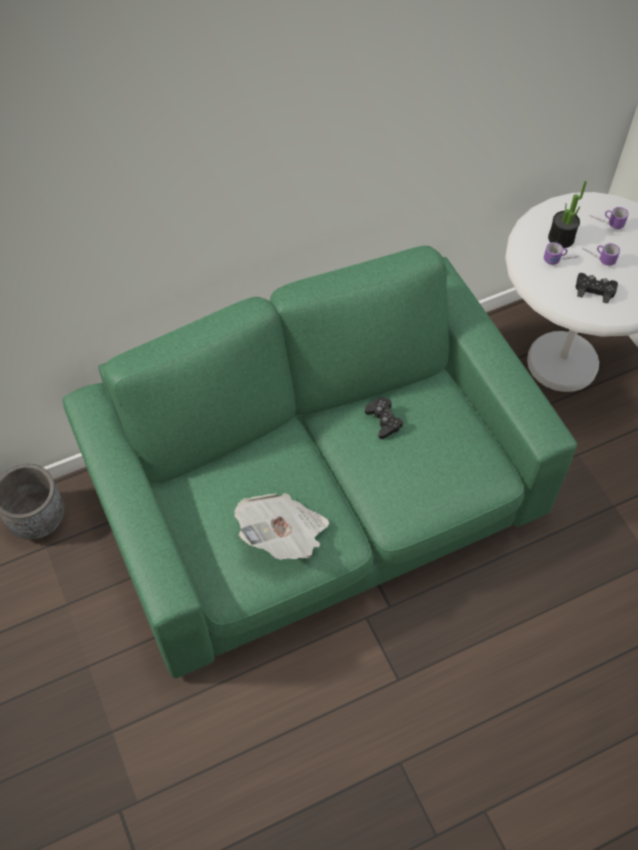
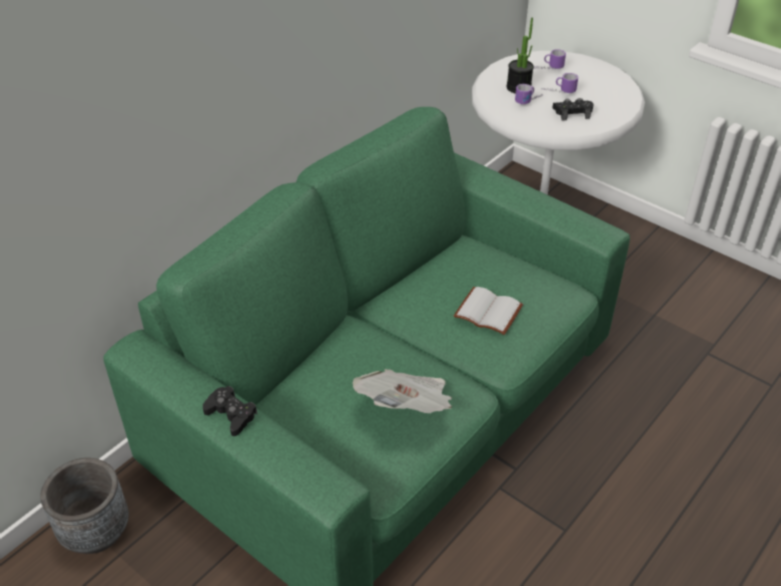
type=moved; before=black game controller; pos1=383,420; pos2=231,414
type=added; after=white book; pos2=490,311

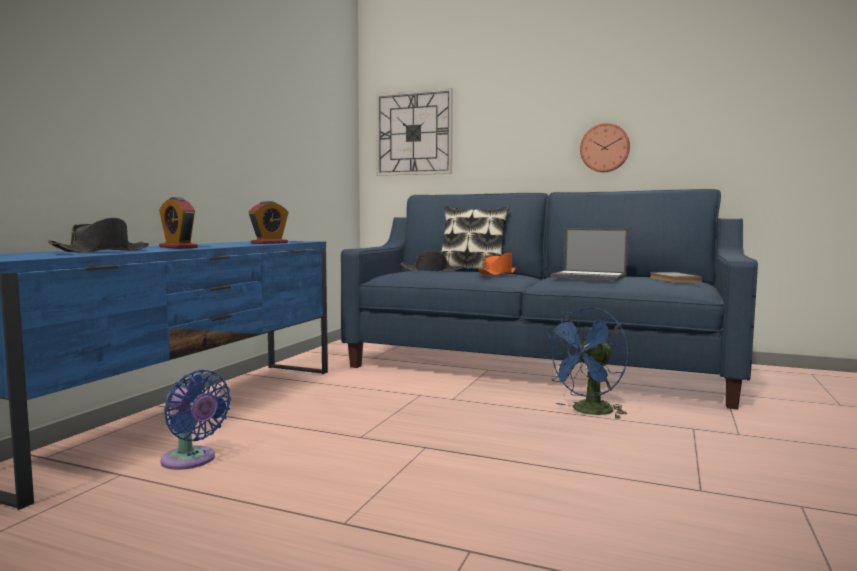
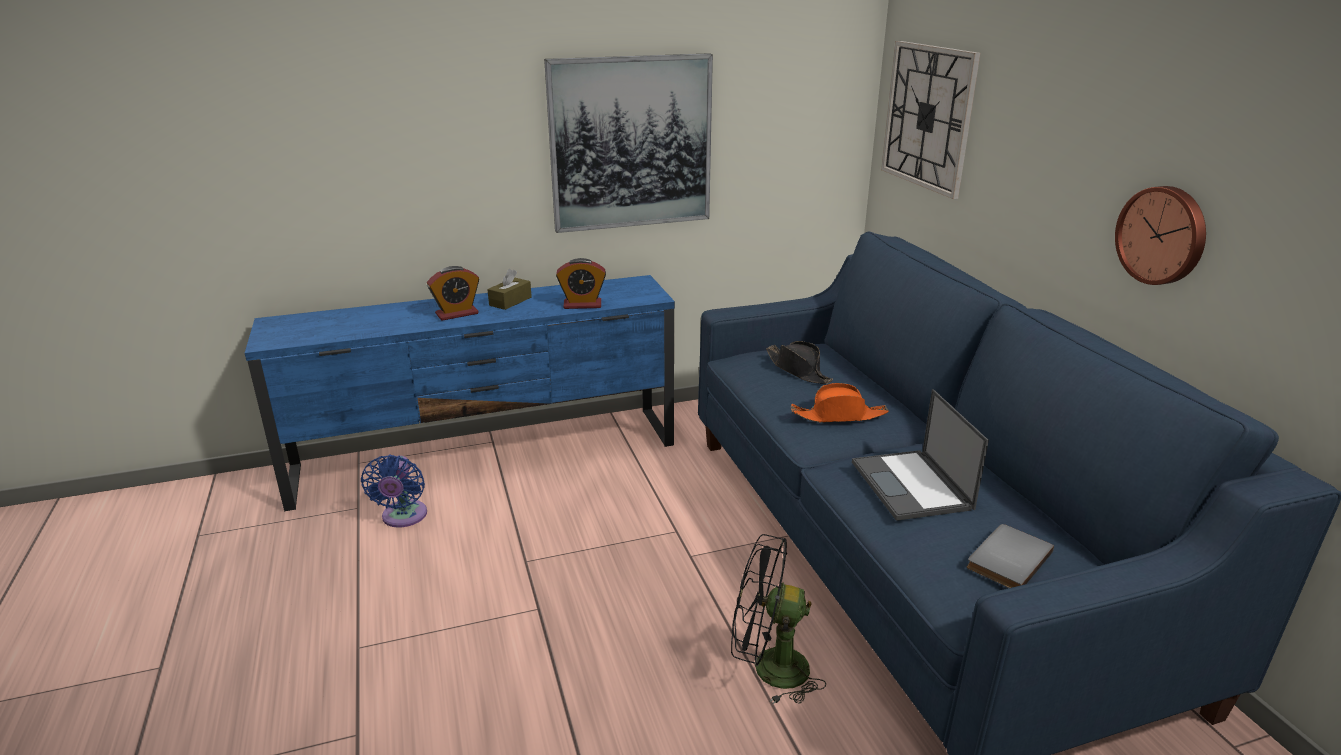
type=removed; before=black hat; pos1=102,251
type=turned; before=alarm clock; pos1=178,247; pos2=457,314; turn=-120
type=removed; before=pillow; pos1=472,271
type=recoloured; before=blue fan; after=black fan; pos1=588,412; pos2=768,669
type=added; after=brown tissue box; pos2=510,301
type=added; after=picture; pos2=631,143

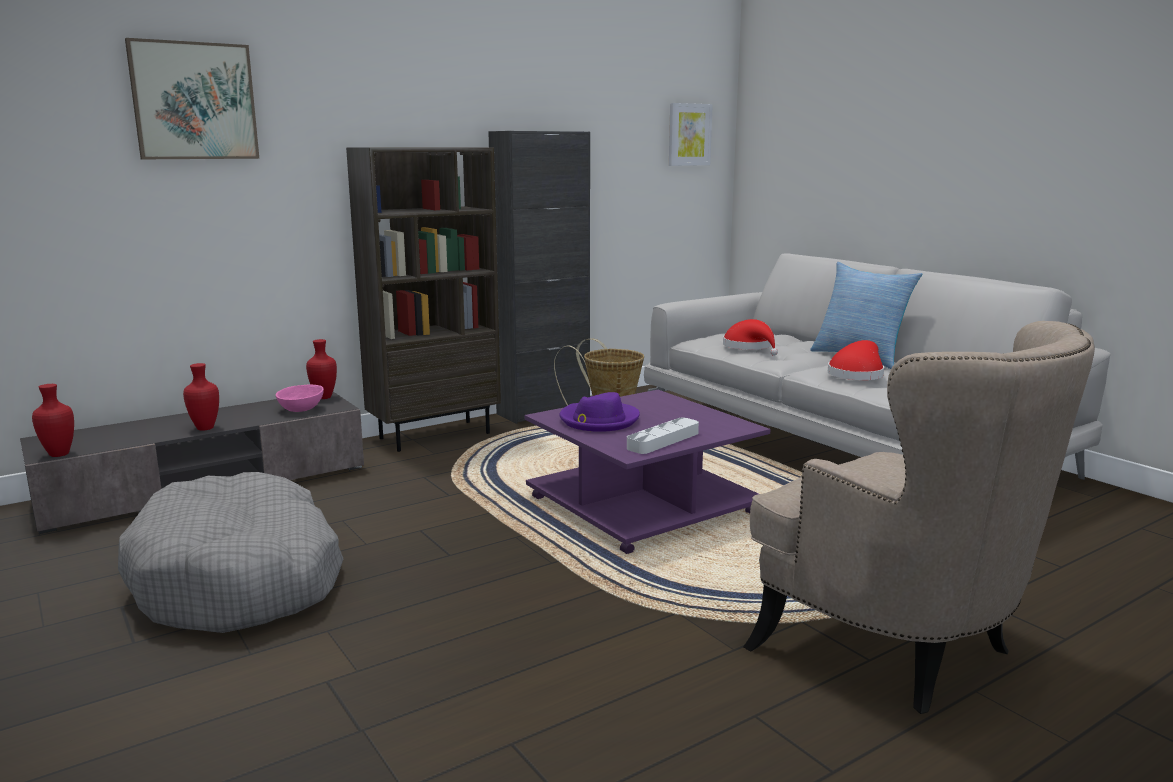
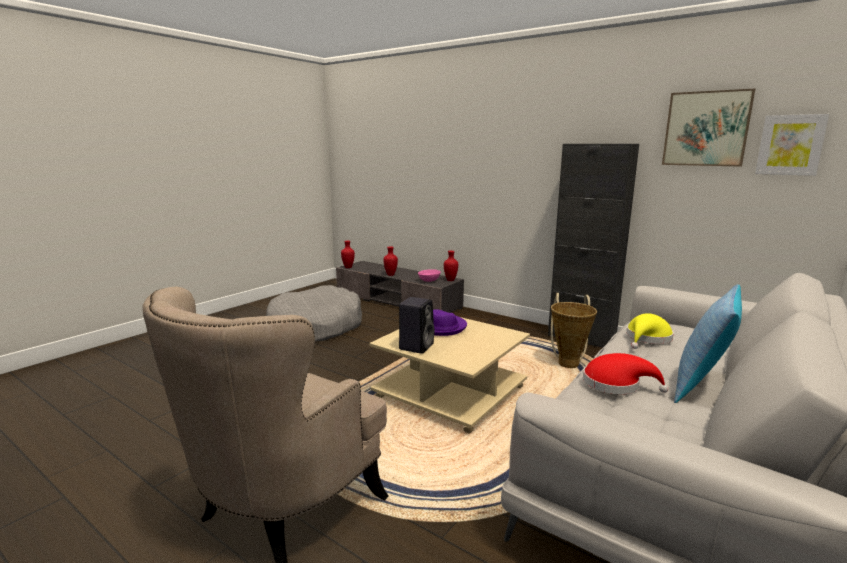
type=moved; before=picture; pos1=194,101; pos2=706,129
type=removed; before=brown bookcase; pos1=435,435
type=recoloured; before=purple coffee table; after=beige coffee table; pos1=645,506; pos2=451,393
type=replaced; before=grey tray; after=black speaker; pos1=663,440; pos2=416,346
type=recoloured; before=red hat; after=yellow hat; pos1=749,347; pos2=647,338

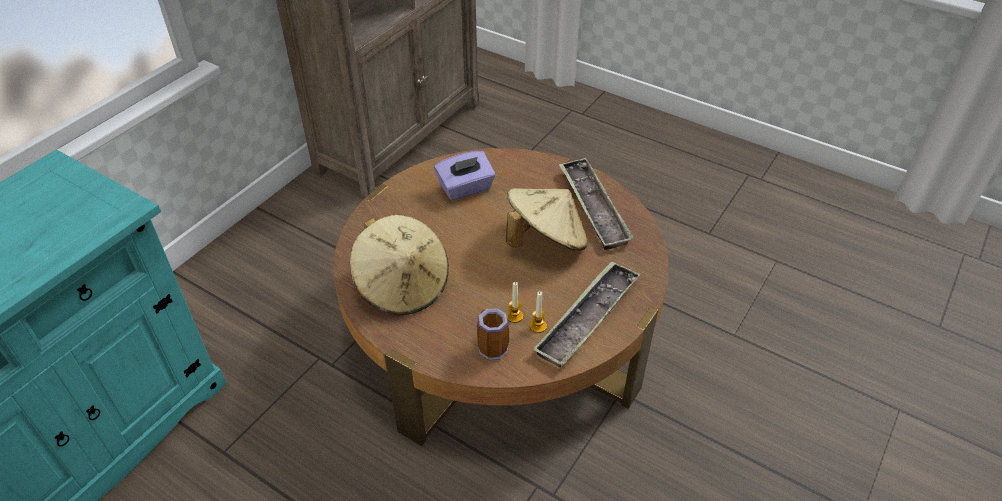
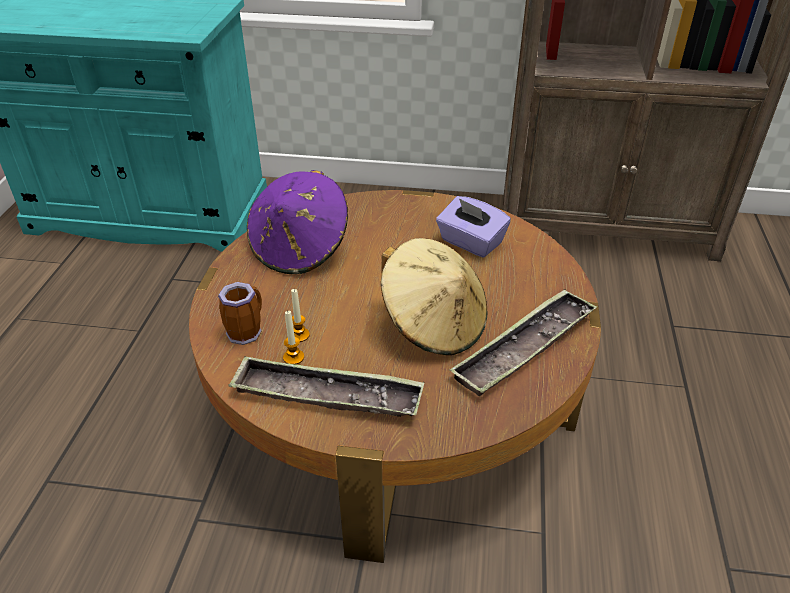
type=recoloured; before=beige hat; after=purple hat; pos1=402,286; pos2=300,249

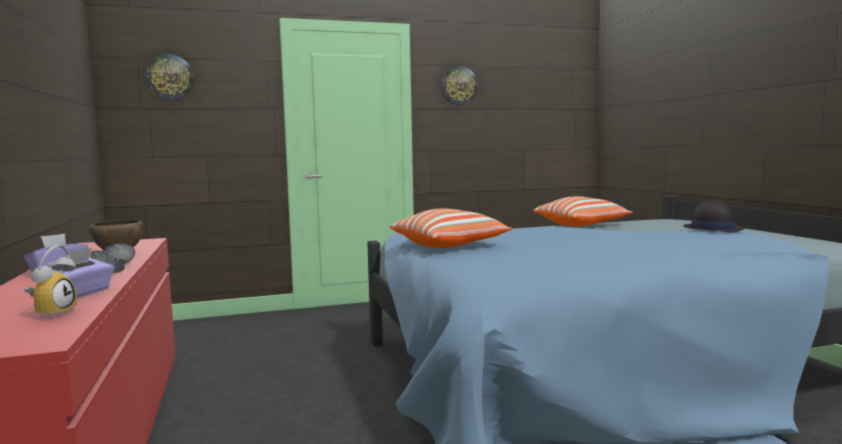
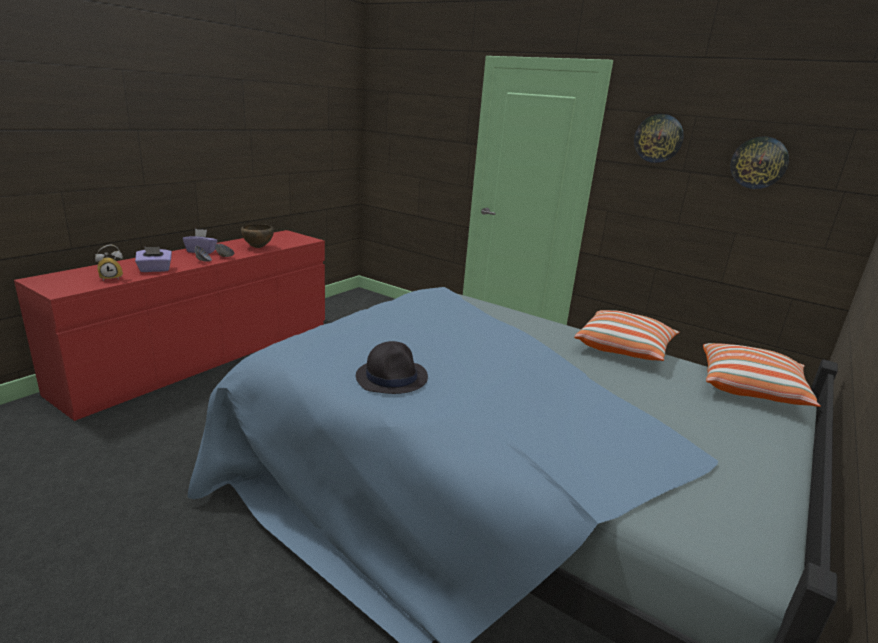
type=moved; before=wall clock; pos1=170,76; pos2=759,162
type=moved; before=pillow; pos1=450,245; pos2=750,389
type=moved; before=black hat; pos1=712,228; pos2=392,377

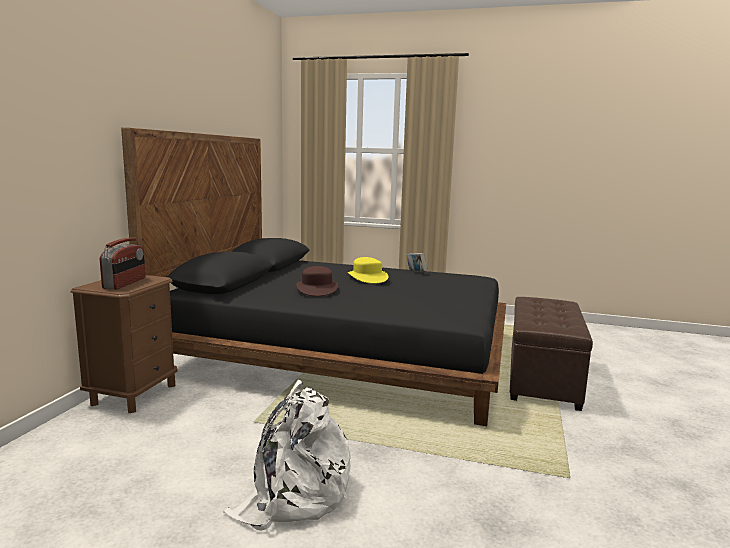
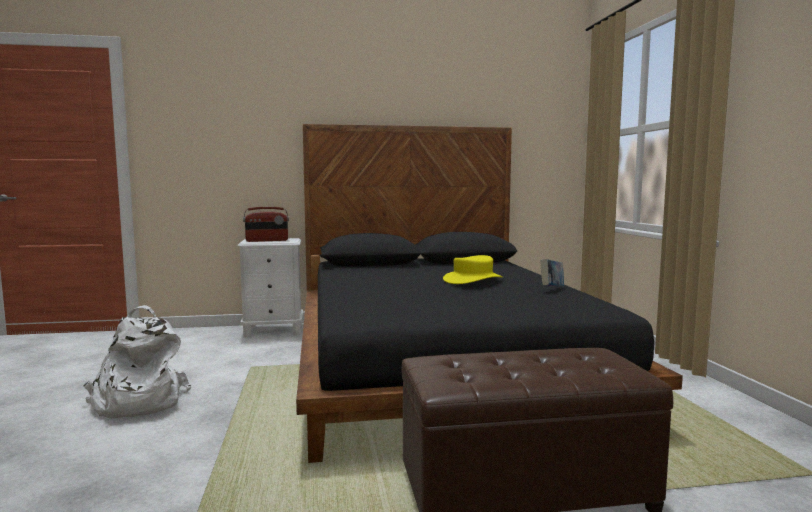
type=recoloured; before=brown nightstand; after=white nightstand; pos1=134,394; pos2=273,330
type=removed; before=brown hat; pos1=317,289

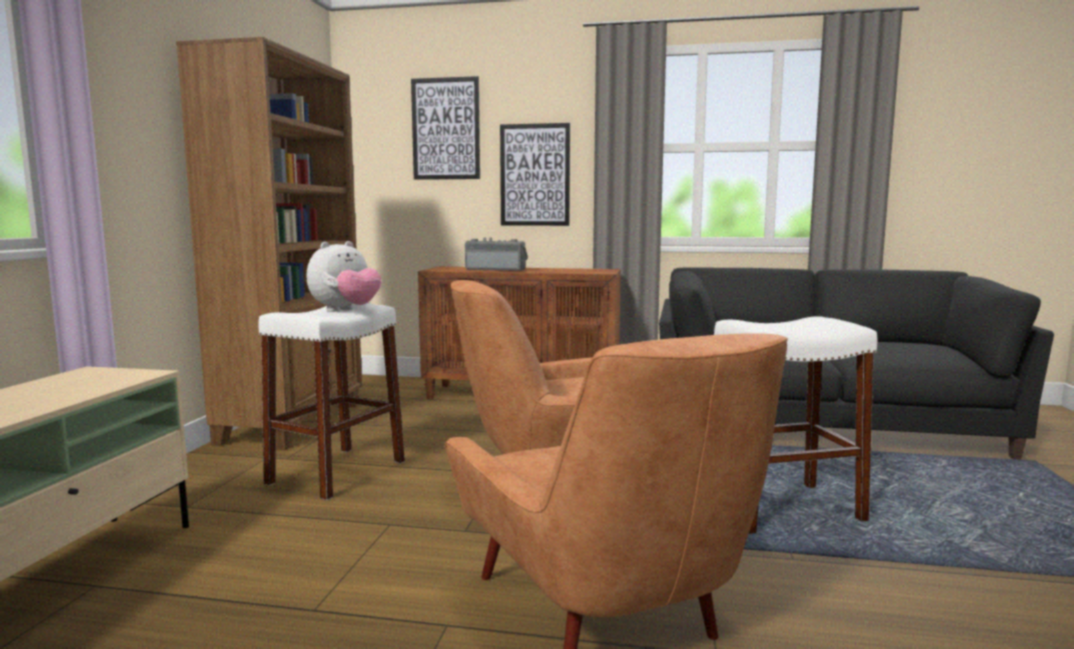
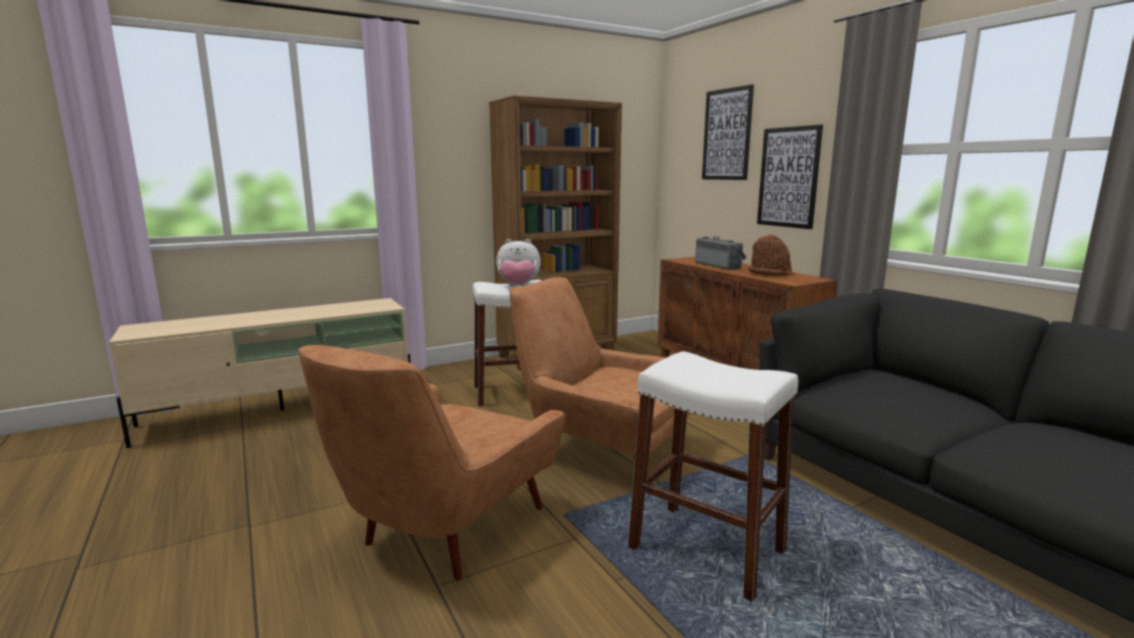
type=added; after=brown hat; pos2=770,273

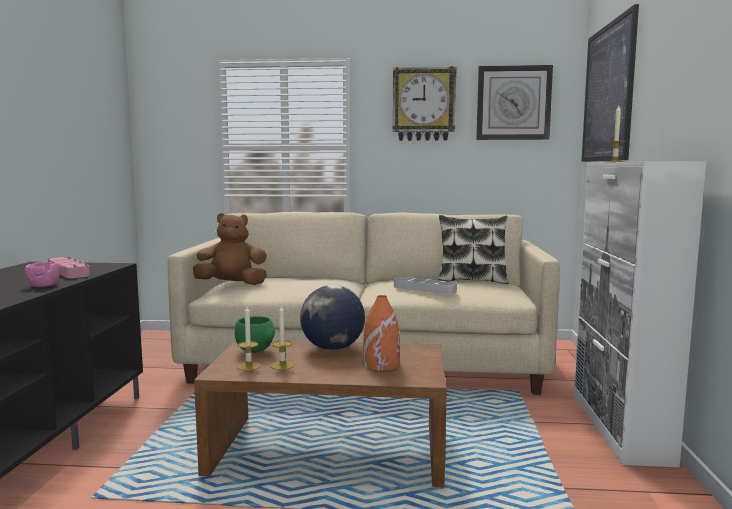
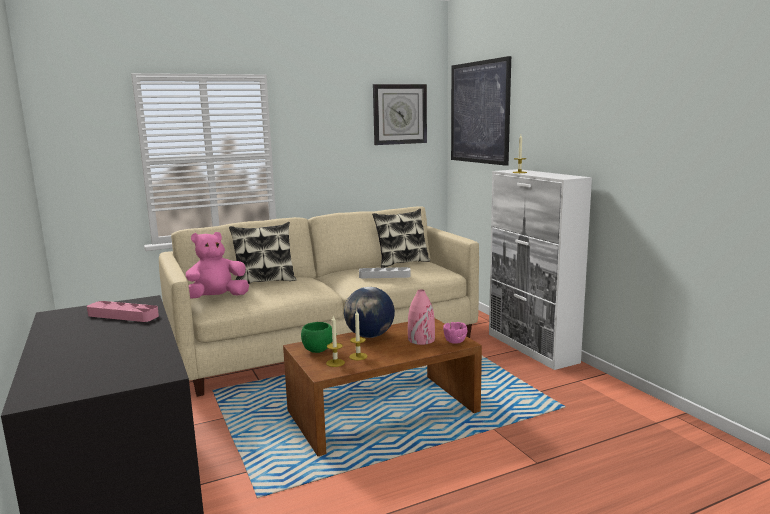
type=moved; before=pink bowl; pos1=44,285; pos2=454,341
type=recoloured; before=brown plush toy; after=pink plush toy; pos1=232,284; pos2=216,298
type=recoloured; before=orange vase; after=pink vase; pos1=381,364; pos2=421,339
type=removed; before=wall clock; pos1=423,104
type=added; after=pillow; pos2=264,281

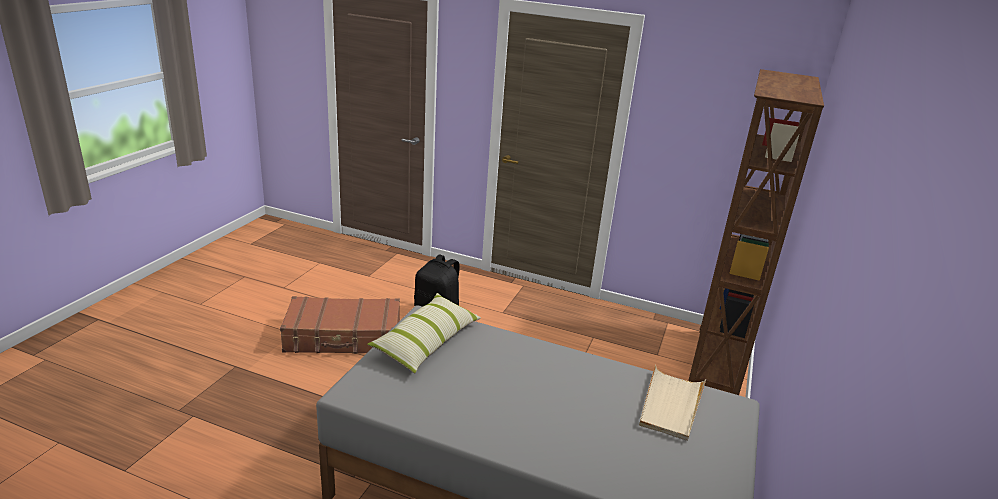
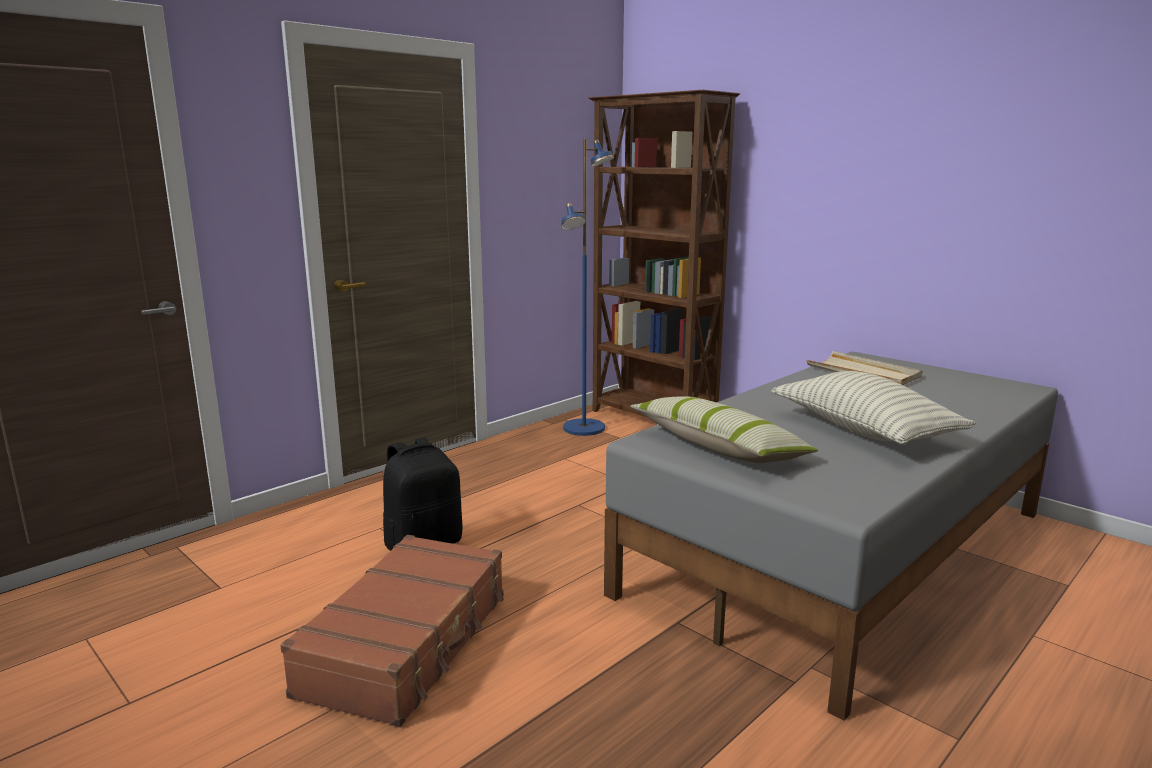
type=added; after=blue floor lamp; pos2=584,428
type=added; after=pillow; pos2=864,431

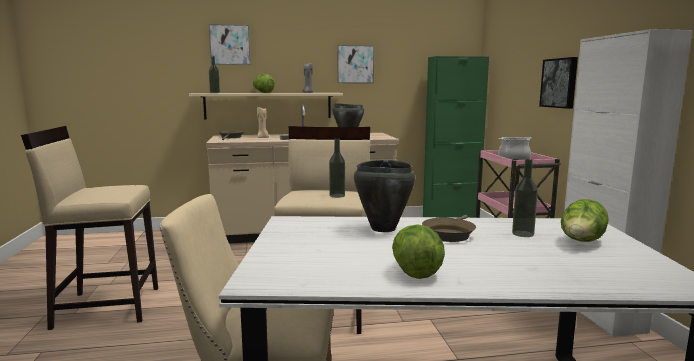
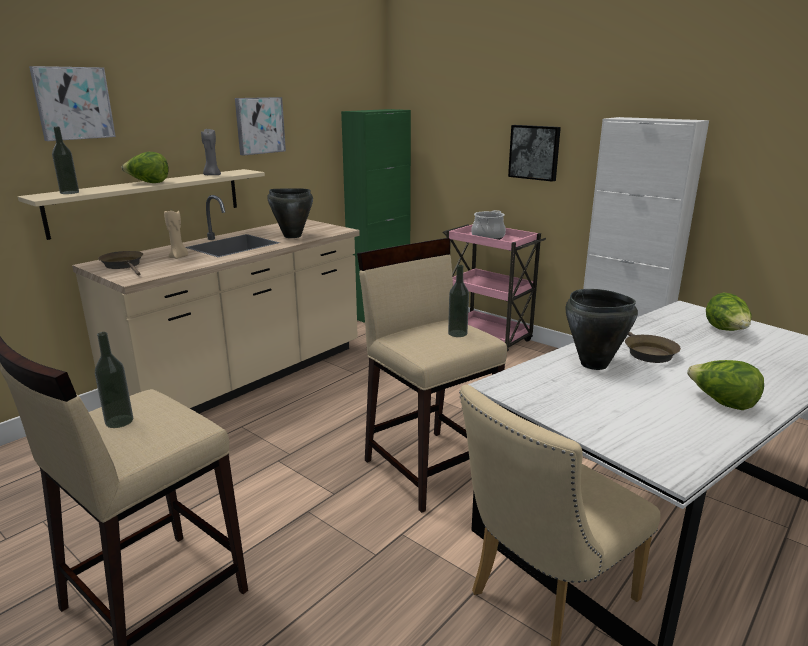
type=moved; before=bottle; pos1=523,234; pos2=119,421

